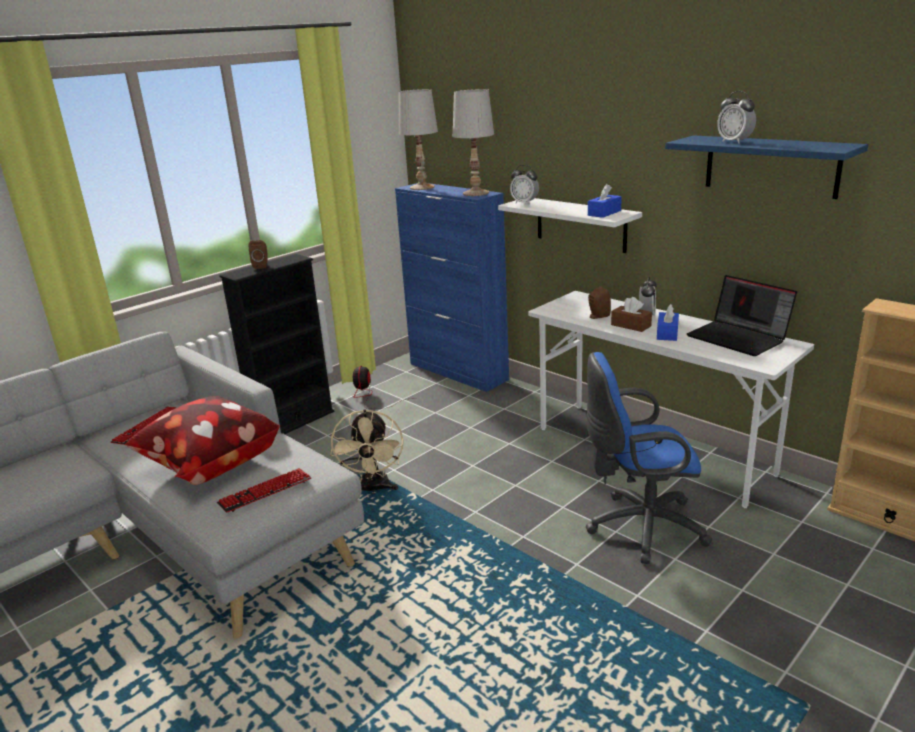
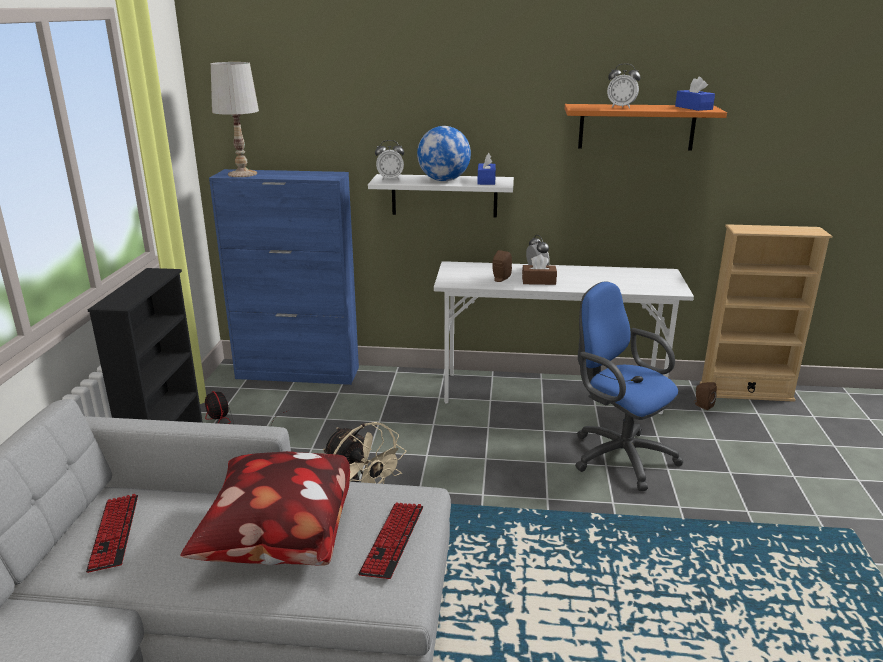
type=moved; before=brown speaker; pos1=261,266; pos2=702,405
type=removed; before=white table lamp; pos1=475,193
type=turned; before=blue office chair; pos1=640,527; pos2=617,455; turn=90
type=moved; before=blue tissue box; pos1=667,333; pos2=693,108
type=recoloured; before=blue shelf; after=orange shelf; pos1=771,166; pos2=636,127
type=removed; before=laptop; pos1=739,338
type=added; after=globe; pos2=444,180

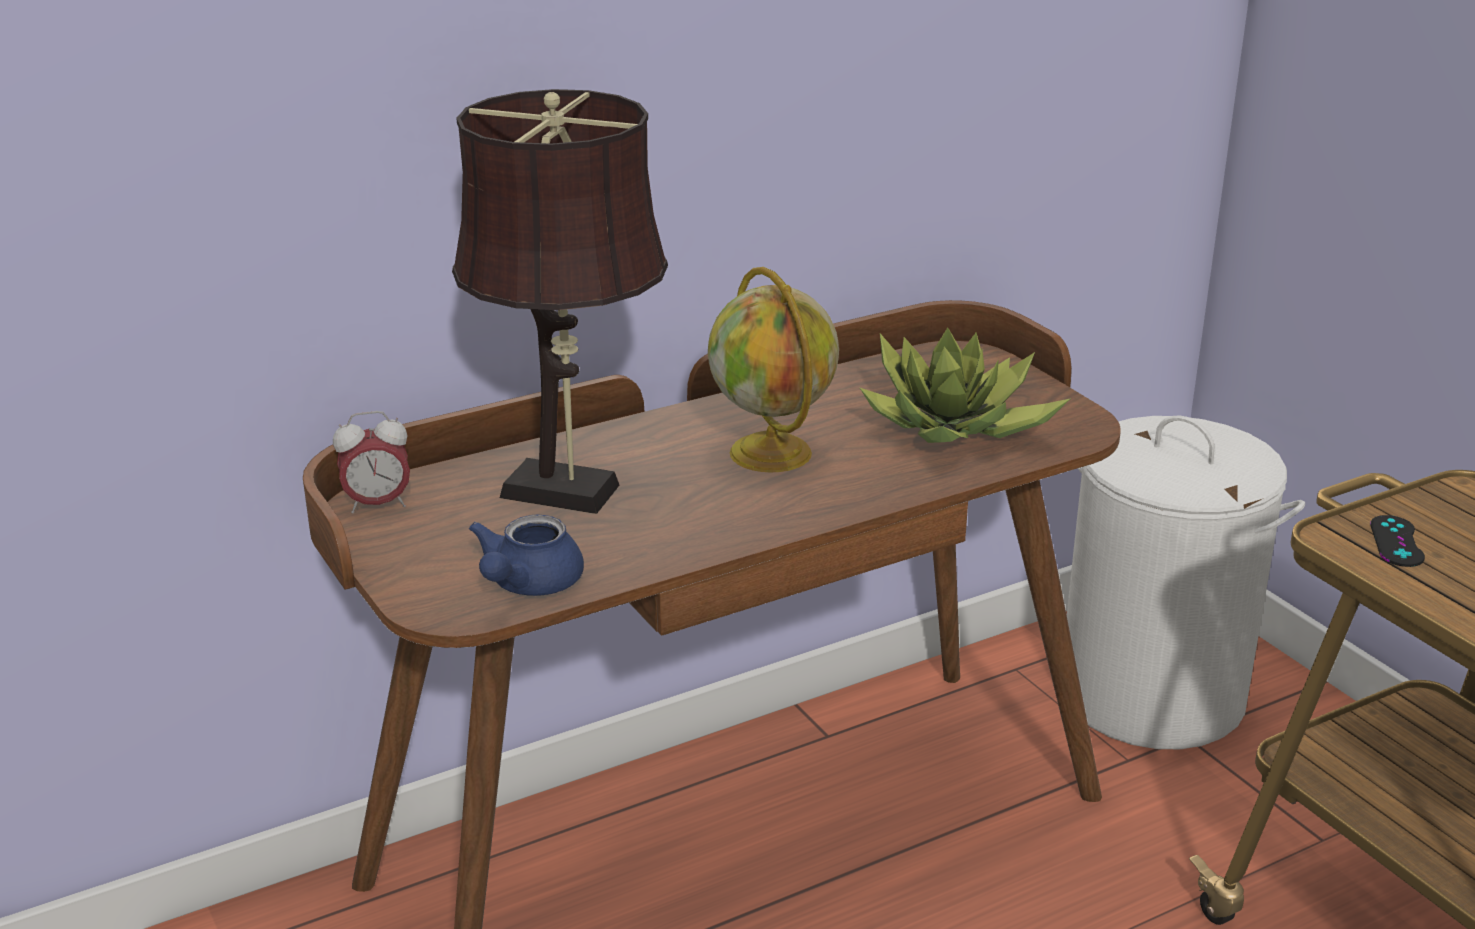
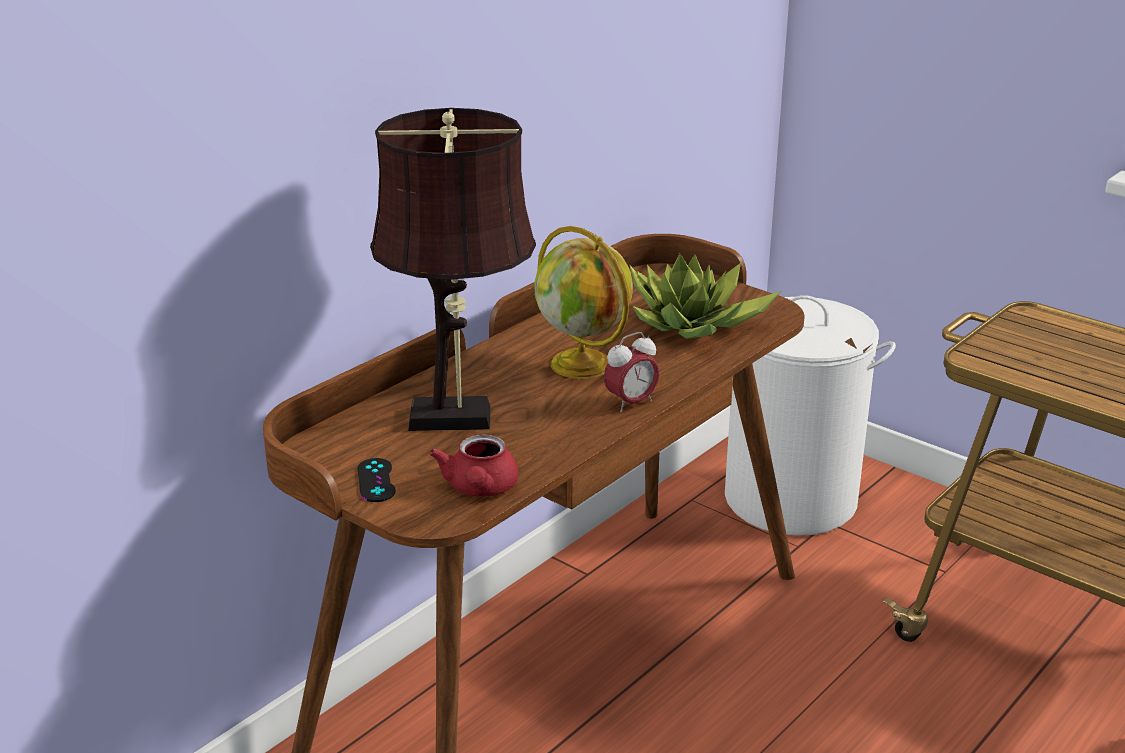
type=moved; before=alarm clock; pos1=377,505; pos2=631,403
type=recoloured; before=blue teapot; after=red teapot; pos1=527,585; pos2=479,489
type=moved; before=black game controller; pos1=1396,541; pos2=376,480

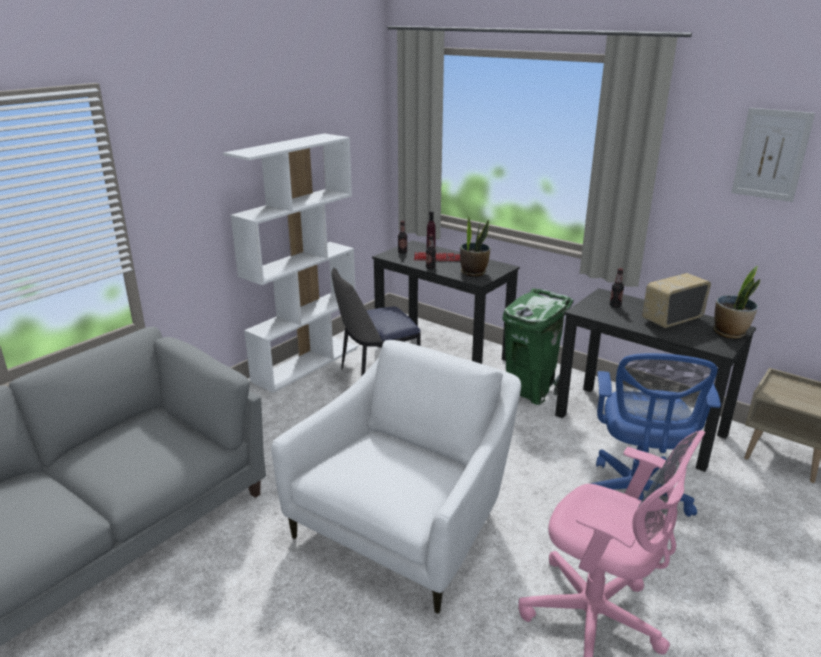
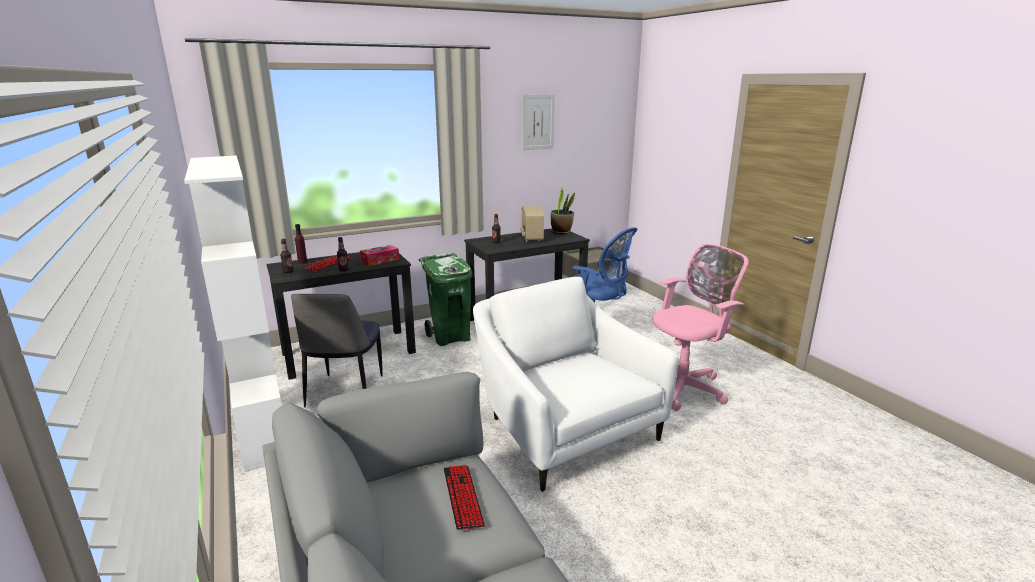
type=replaced; before=potted plant; after=tissue box; pos1=473,272; pos2=380,260
type=added; after=keyboard; pos2=462,497

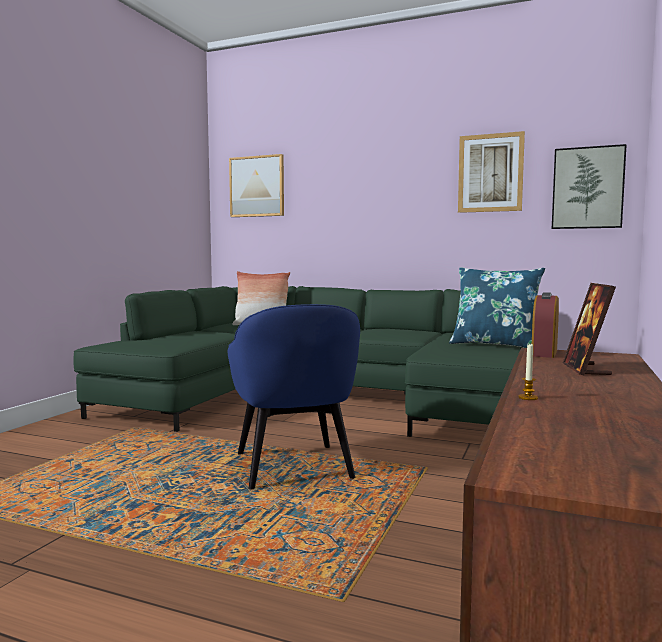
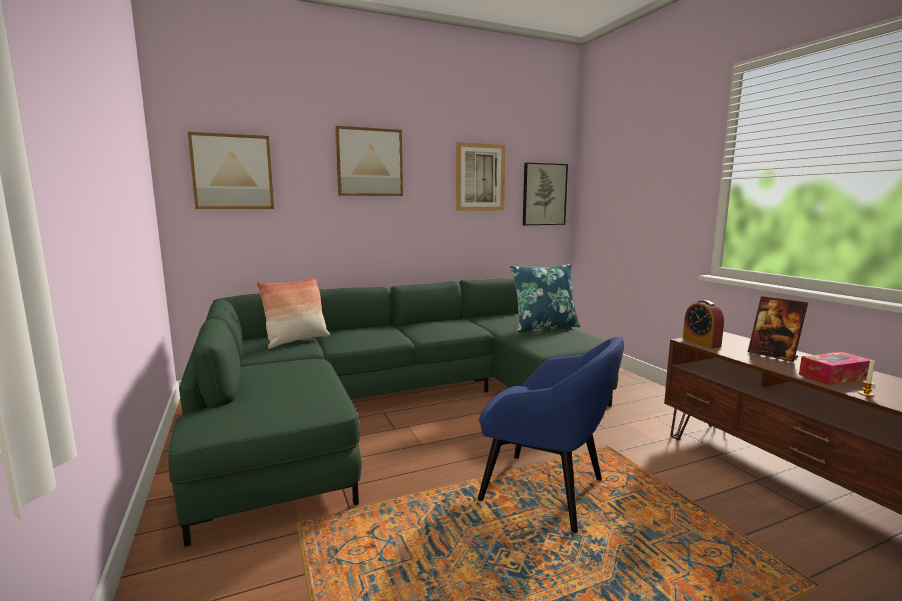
type=added; after=picture; pos2=369,162
type=added; after=tissue box; pos2=834,376

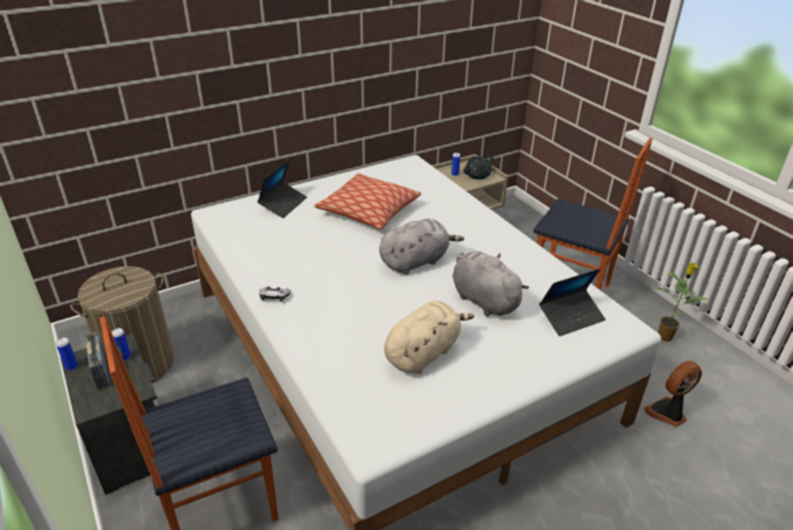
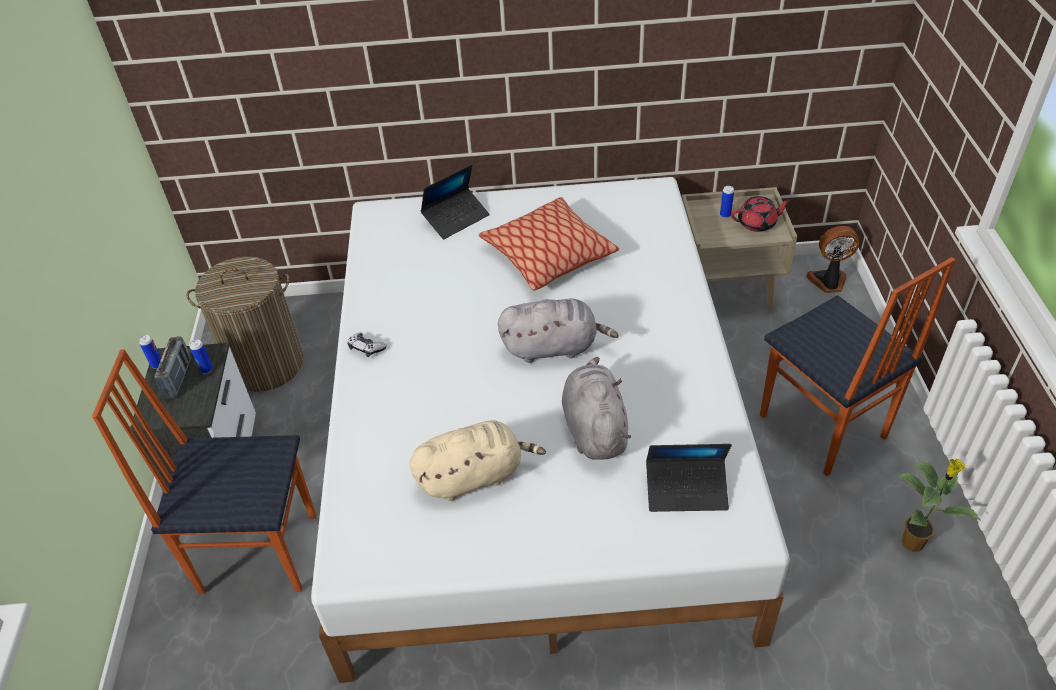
type=recoloured; before=black teapot; after=red teapot; pos1=478,175; pos2=758,223
type=moved; before=fan; pos1=667,413; pos2=828,282

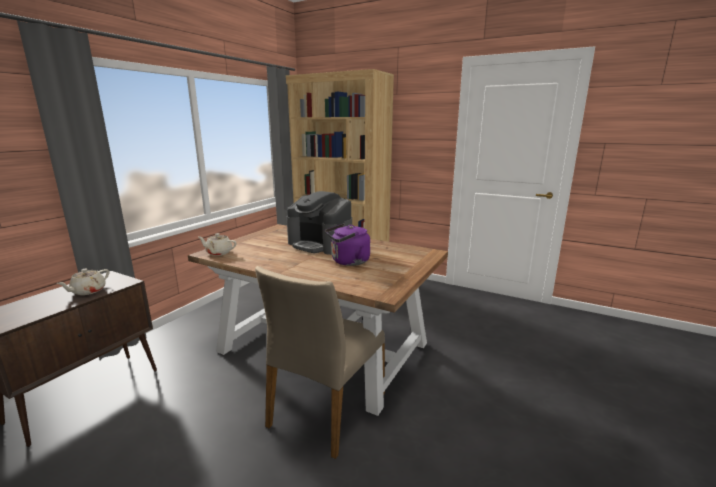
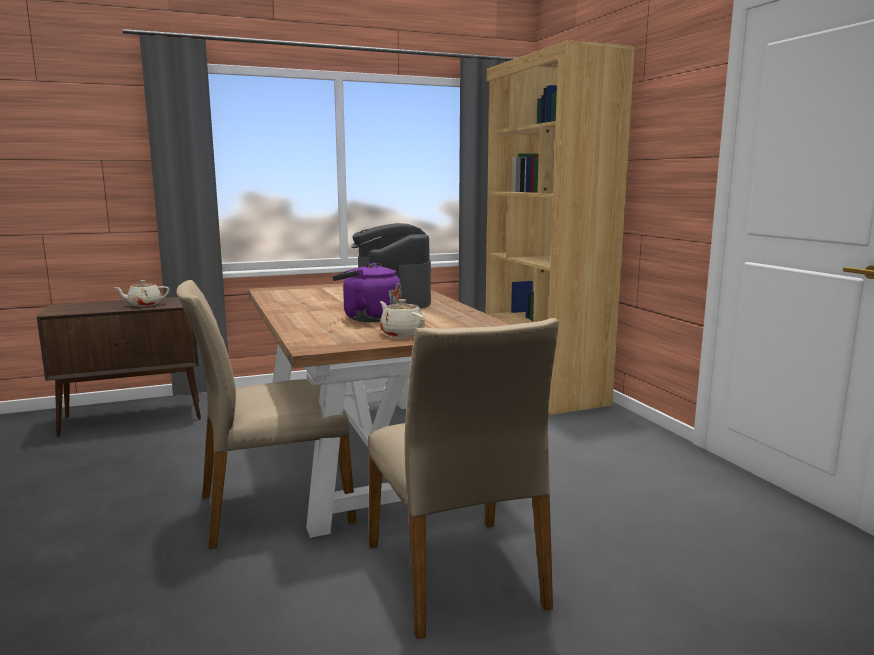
type=moved; before=beige teapot; pos1=218,252; pos2=401,334
type=added; after=beige chair; pos2=457,574

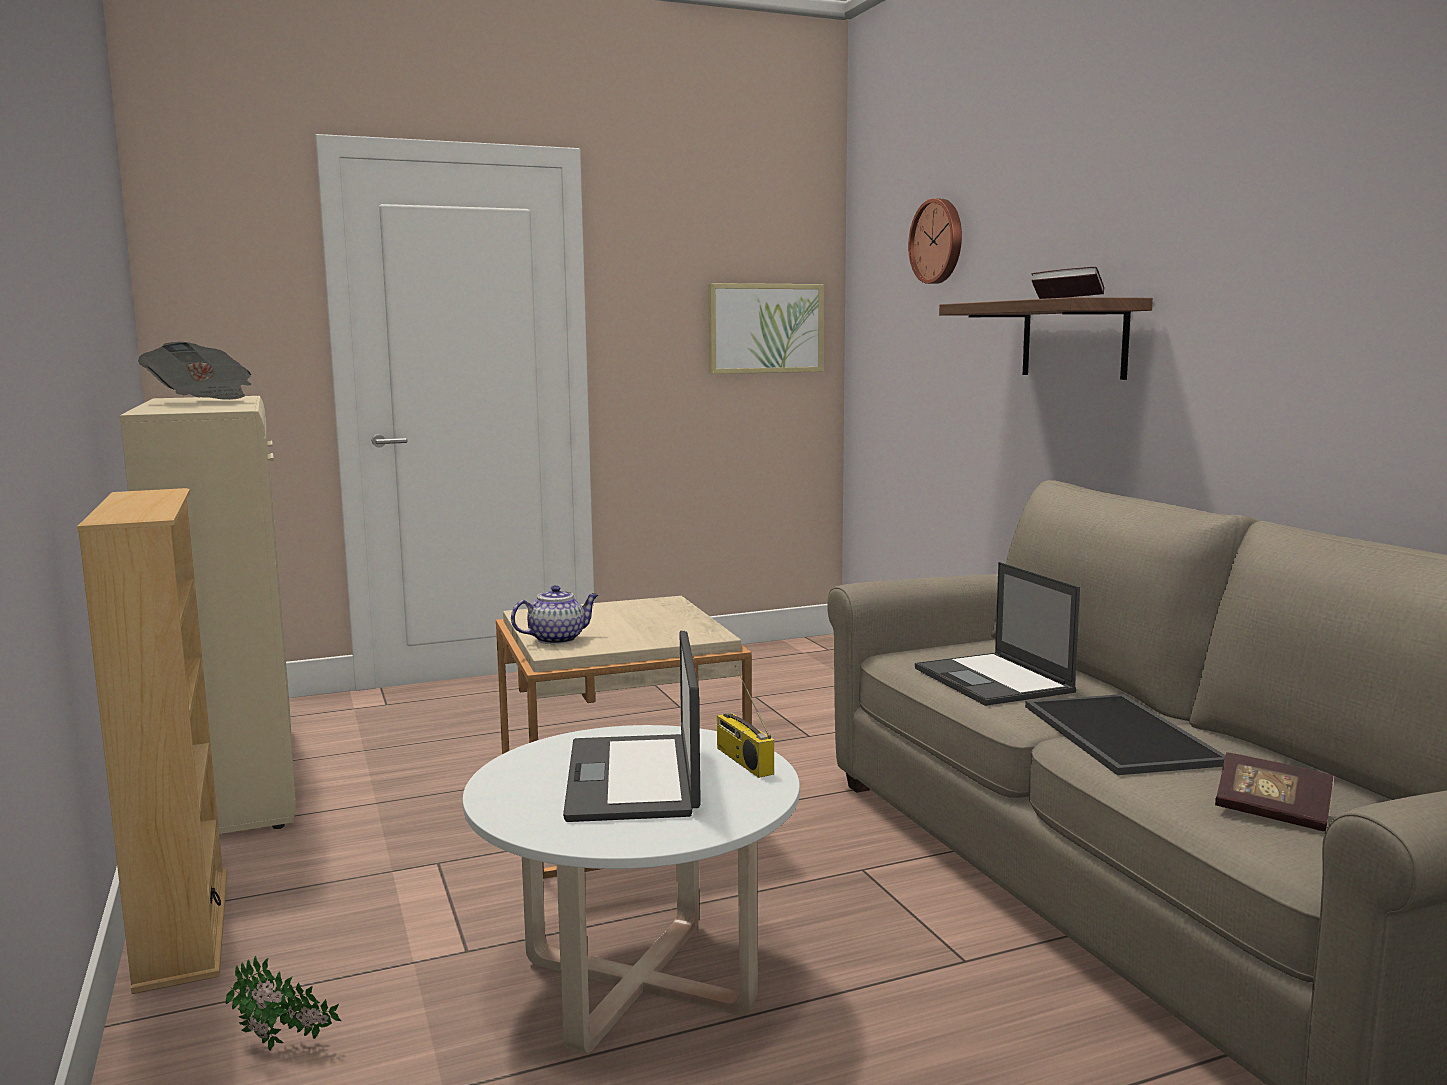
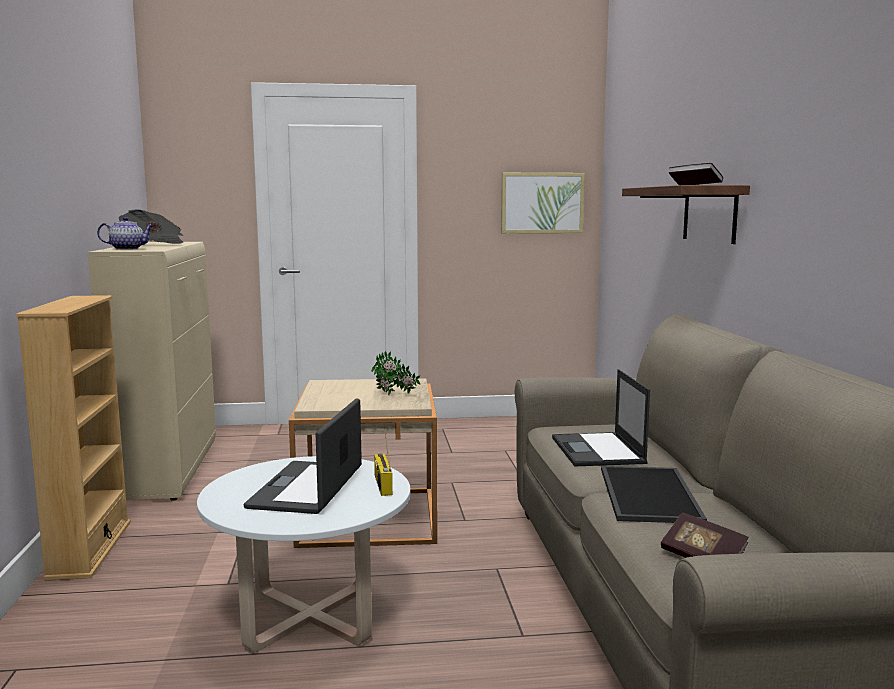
type=moved; before=potted plant; pos1=285,1047; pos2=395,395
type=moved; before=teapot; pos1=557,639; pos2=128,249
type=removed; before=wall clock; pos1=938,241

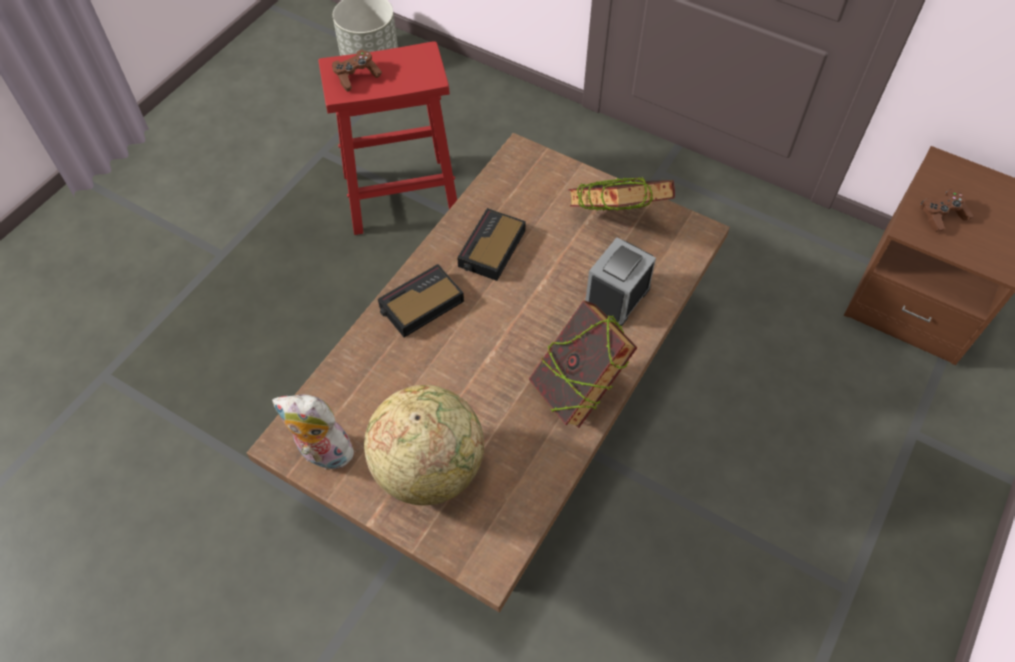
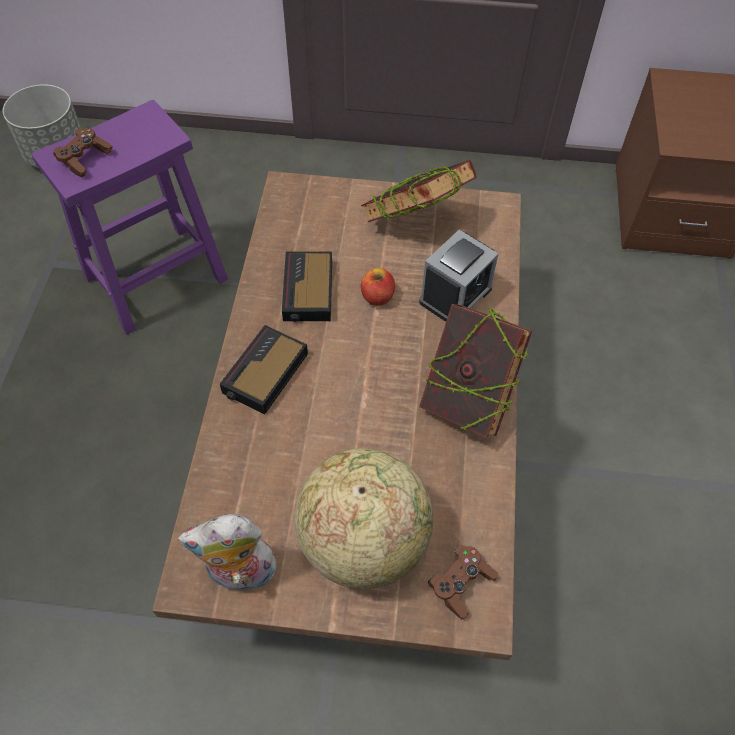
type=recoloured; before=red stool; after=purple stool; pos1=403,194; pos2=158,276
type=turned; before=alarm clock; pos1=616,297; pos2=455,295; turn=-150
type=moved; before=brown game controller; pos1=942,216; pos2=460,584
type=added; after=apple; pos2=377,296

